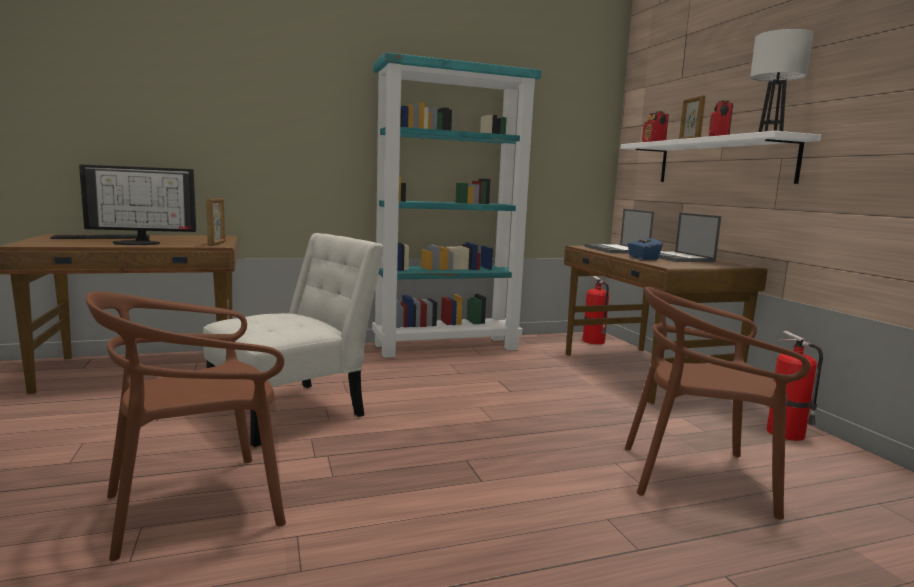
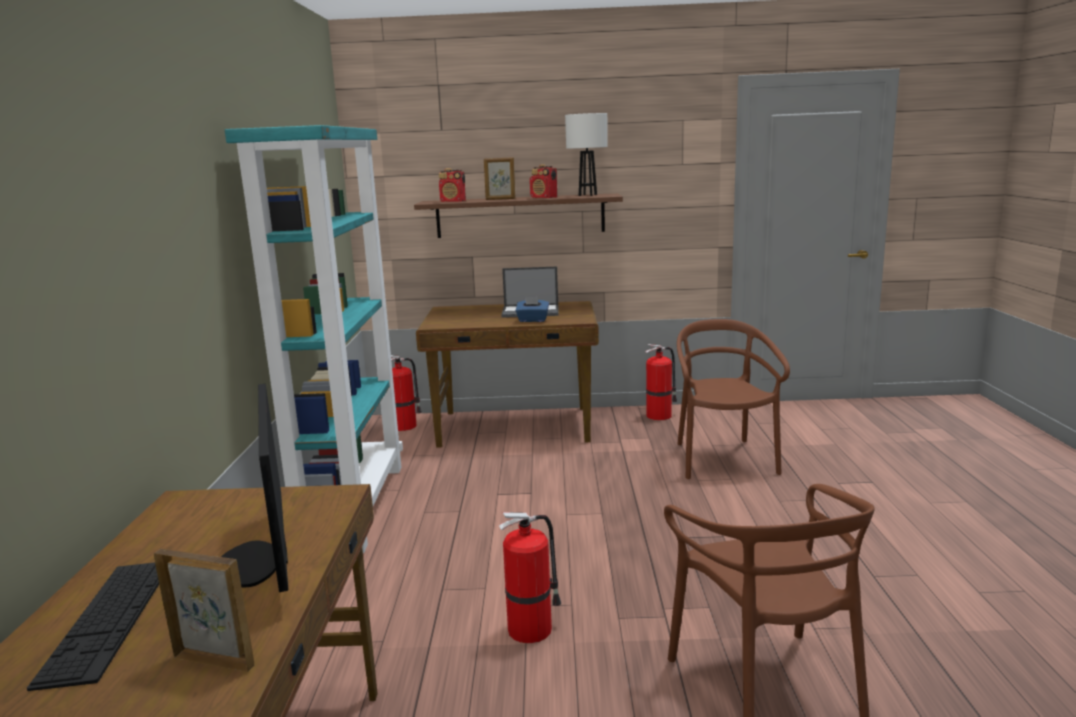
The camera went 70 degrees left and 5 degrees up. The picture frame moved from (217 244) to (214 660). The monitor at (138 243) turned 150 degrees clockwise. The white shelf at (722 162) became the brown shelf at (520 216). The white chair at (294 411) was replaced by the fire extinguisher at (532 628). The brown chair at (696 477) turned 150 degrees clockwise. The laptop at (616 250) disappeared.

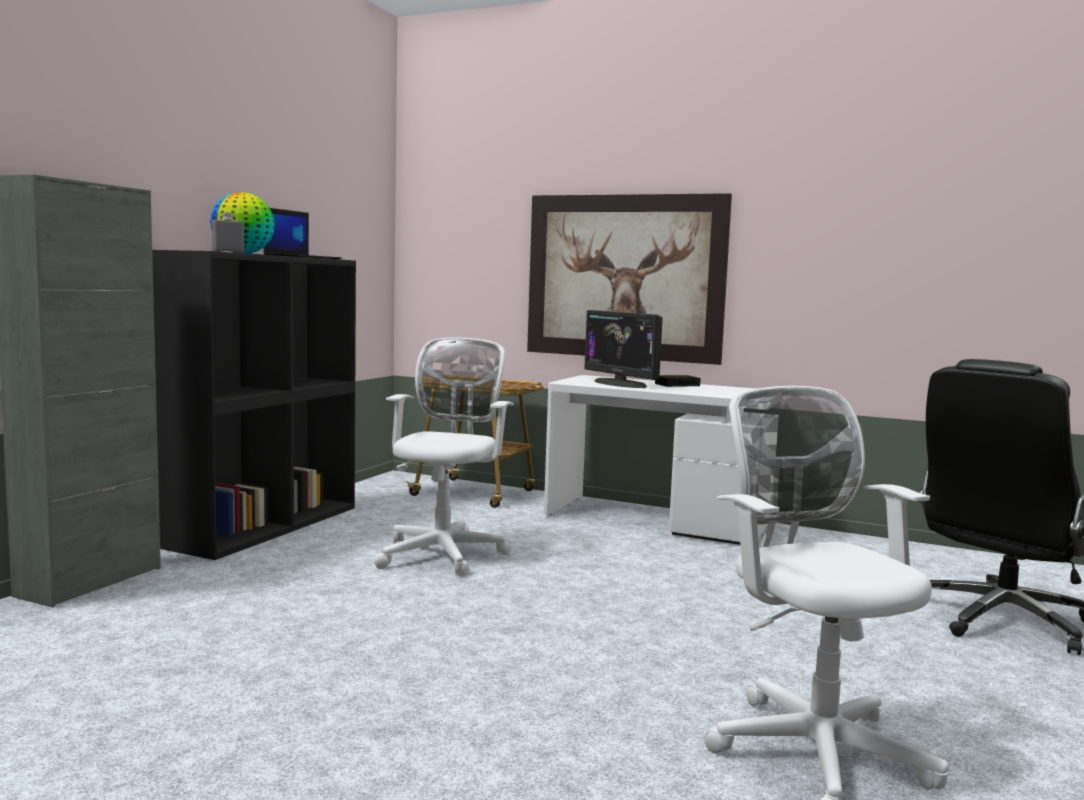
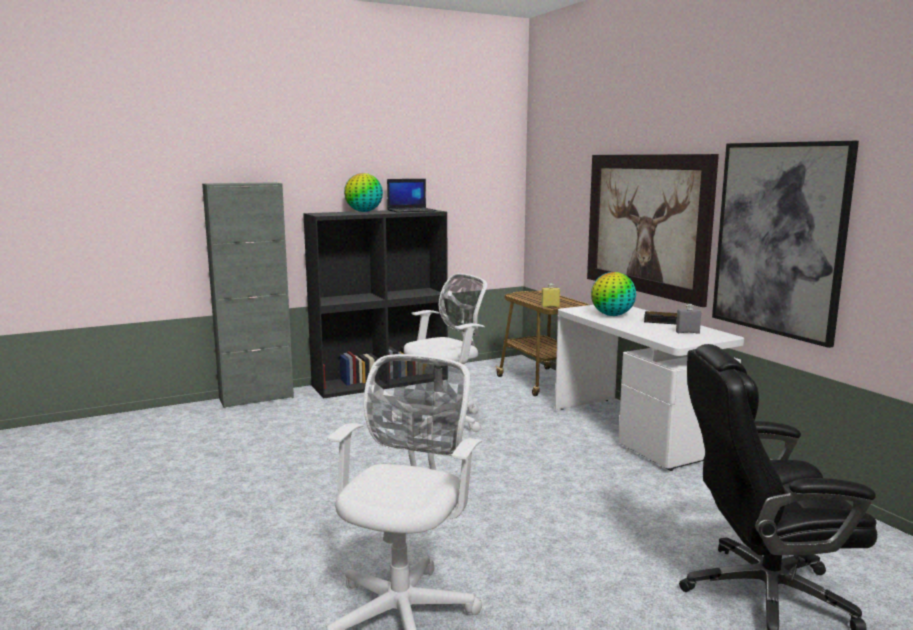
The camera went 40 degrees right and 5 degrees up. The yellow bottle at (550 306) appeared. The monitor at (620 384) was replaced by the globe at (612 315). The grey bottle moved from (228 252) to (687 332). The picture at (779 239) appeared.

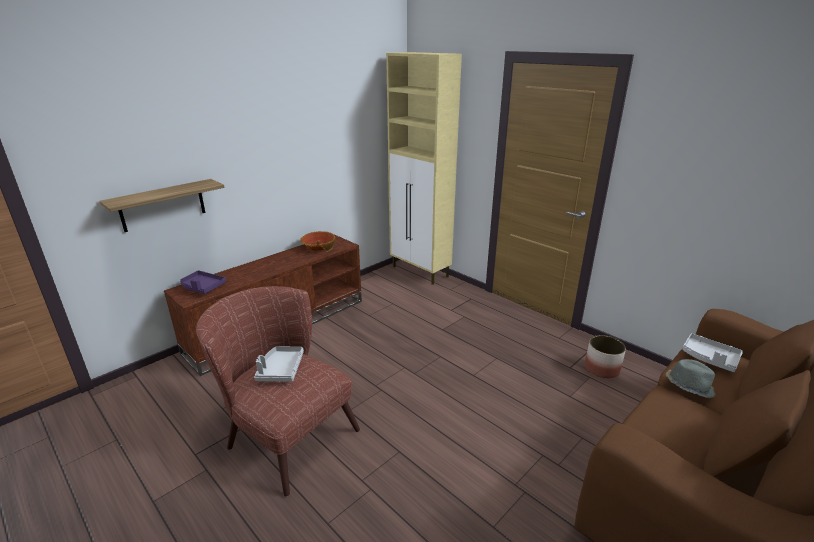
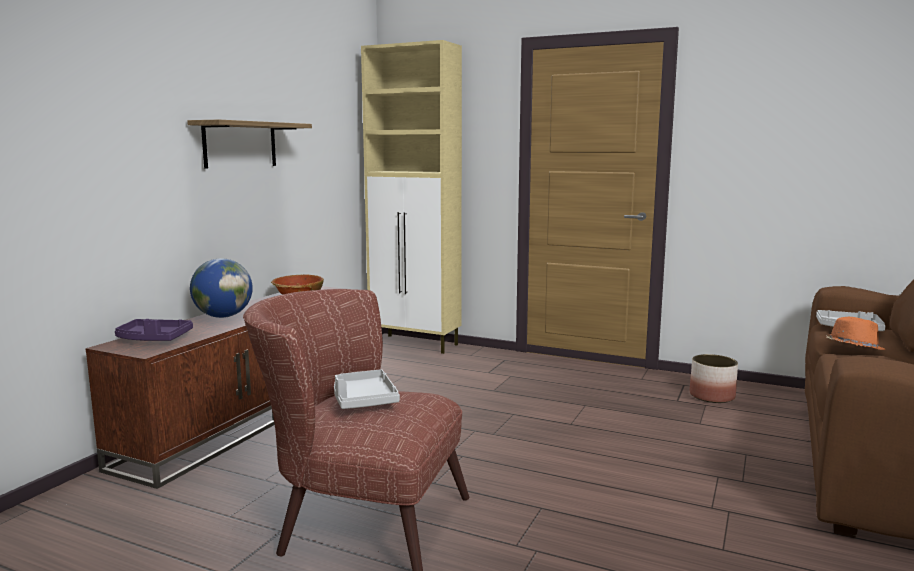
The camera went 20 degrees left and 15 degrees down. The shelf moved from (162 205) to (240 144). The globe at (223 316) appeared. The grey hat at (688 386) became the orange hat at (853 348).

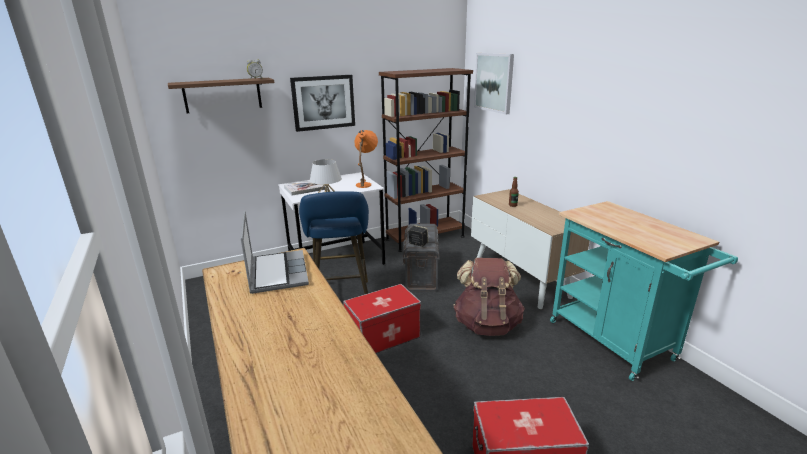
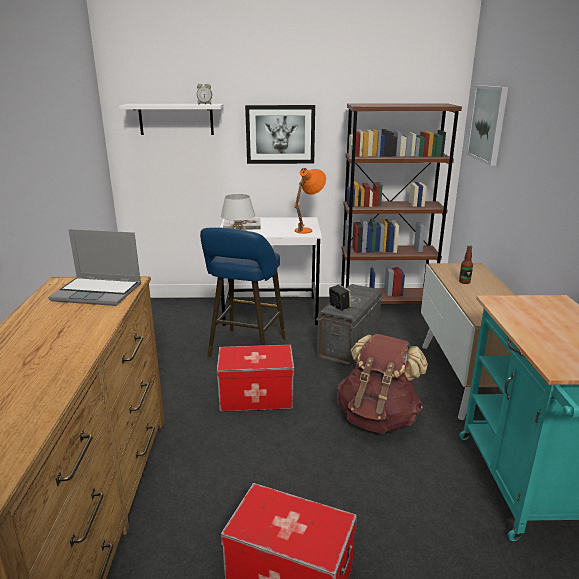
The camera went 25 degrees right and 0 degrees up. The laptop at (277 272) turned 90 degrees clockwise. The brown shelf at (223 95) became the white shelf at (176 119).

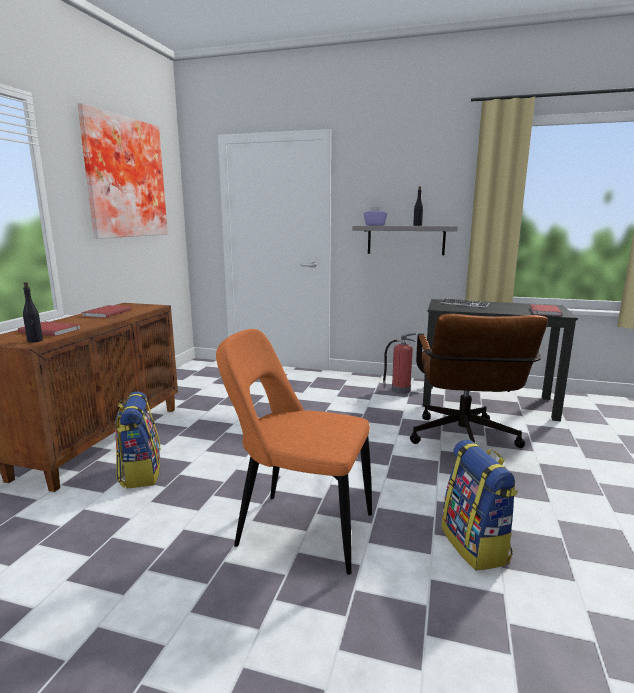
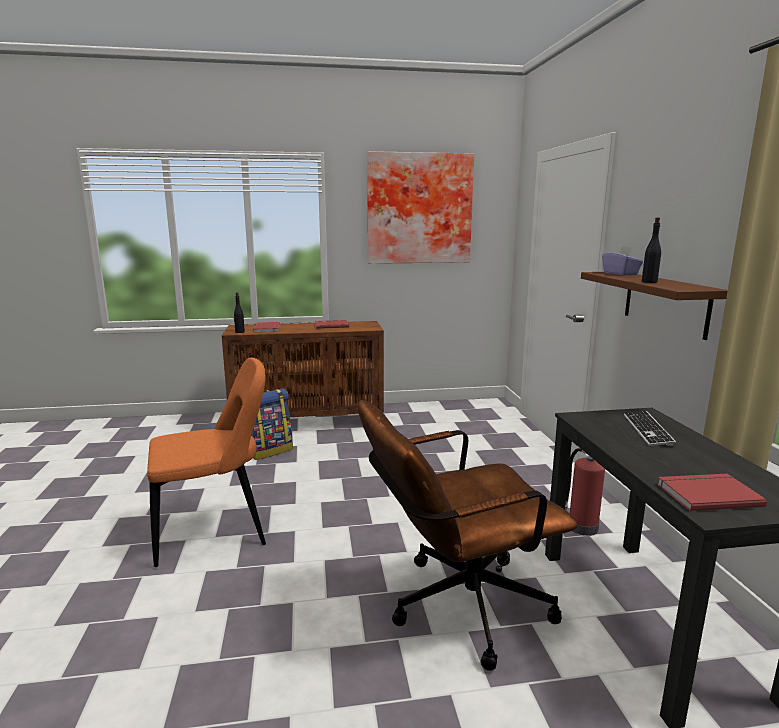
The camera went 65 degrees right and 0 degrees up. The orange chair at (299 529) turned 75 degrees clockwise. The grey shelf at (406 240) became the brown shelf at (665 303). The backpack at (476 545) disappeared.

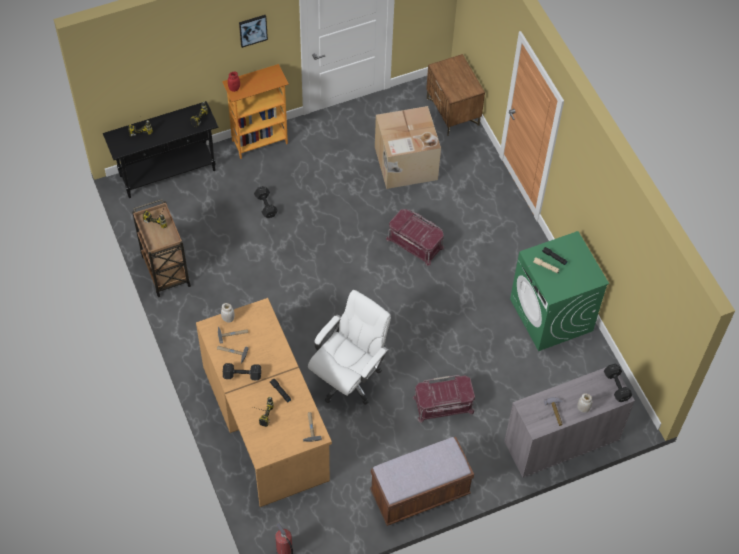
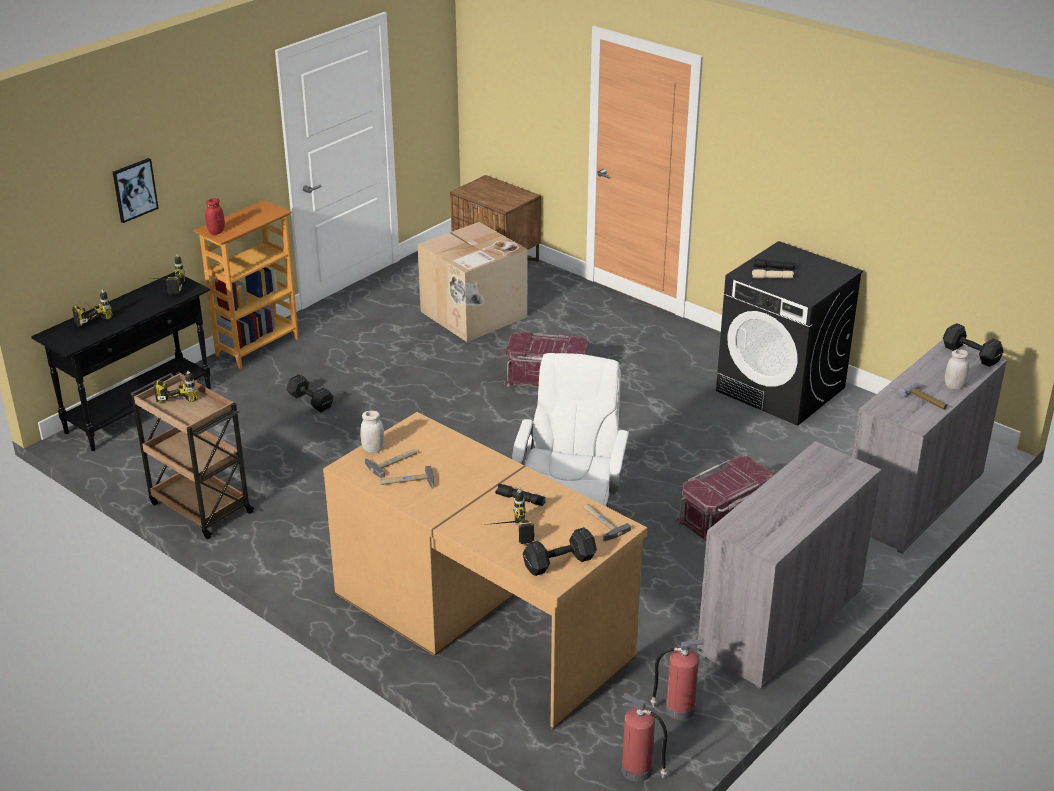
The camera went 25 degrees left and 25 degrees down. The picture moved from (253 30) to (134 189). The black dumbbell moved from (243 375) to (561 562). The fire extinguisher at (678 709) appeared. The brown bench at (420 493) was replaced by the grey cabinet at (780 622). The green washing machine at (551 315) became the black washing machine at (781 389).

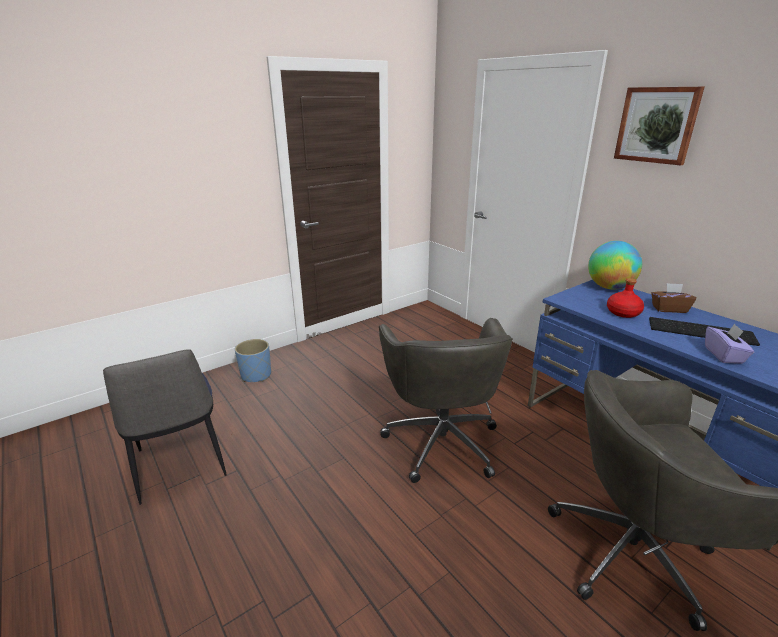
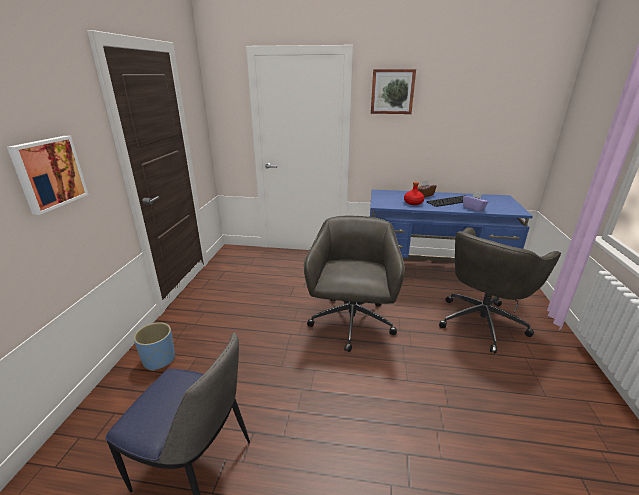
The camera went 45 degrees left and 0 degrees up. The picture at (48 173) appeared. The grey office chair at (441 440) turned 120 degrees counterclockwise. The globe at (609 287) disappeared.

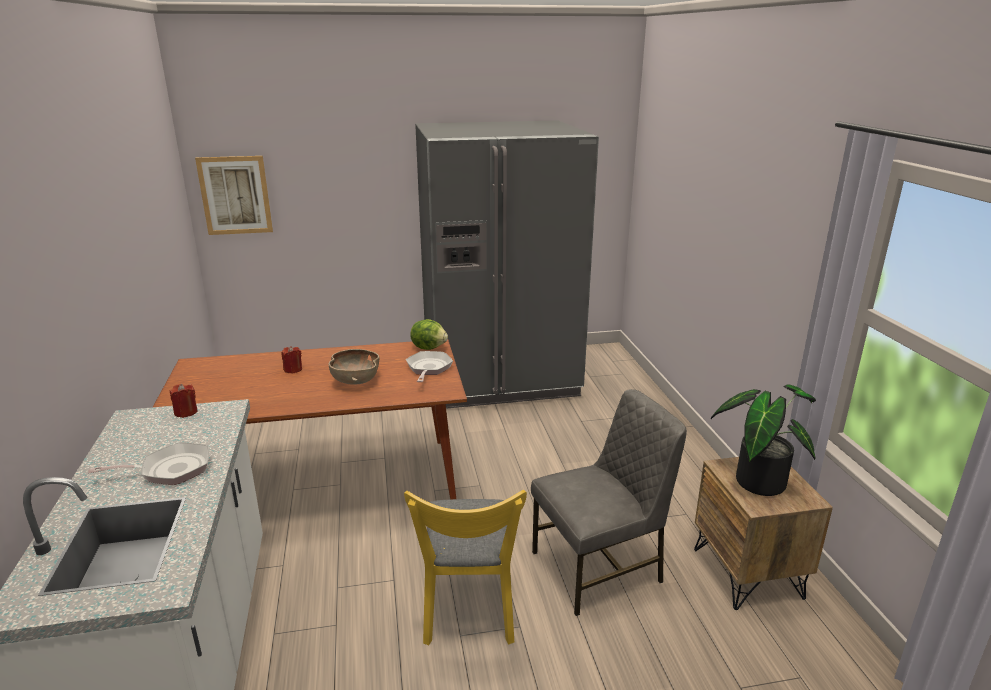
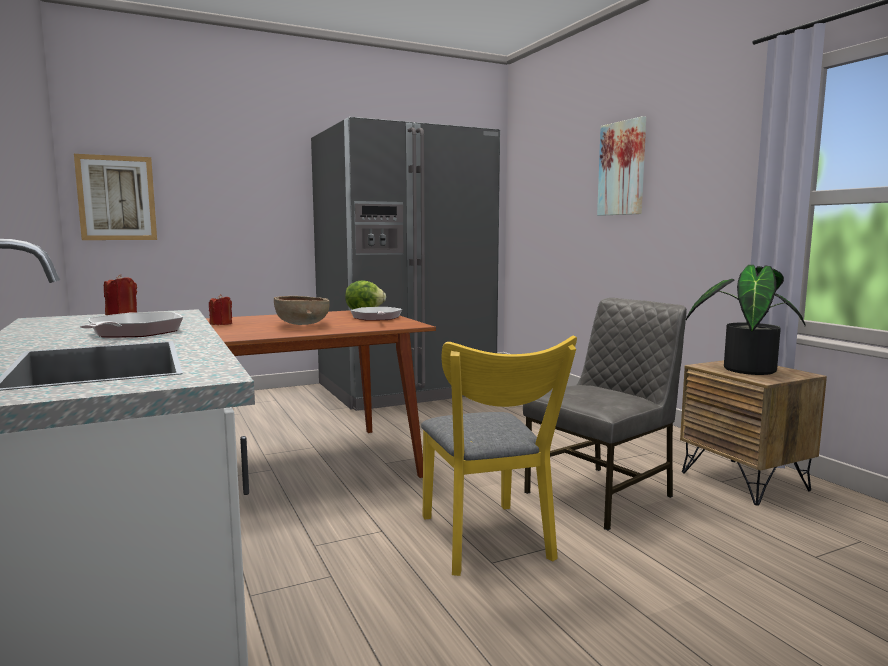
The camera went 15 degrees left and 15 degrees down. The frying pan at (170 470) turned 60 degrees counterclockwise. The picture at (622 168) appeared.

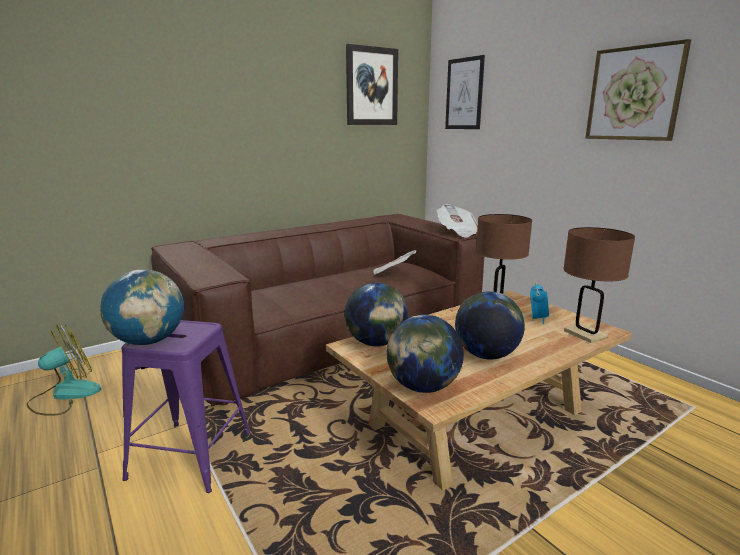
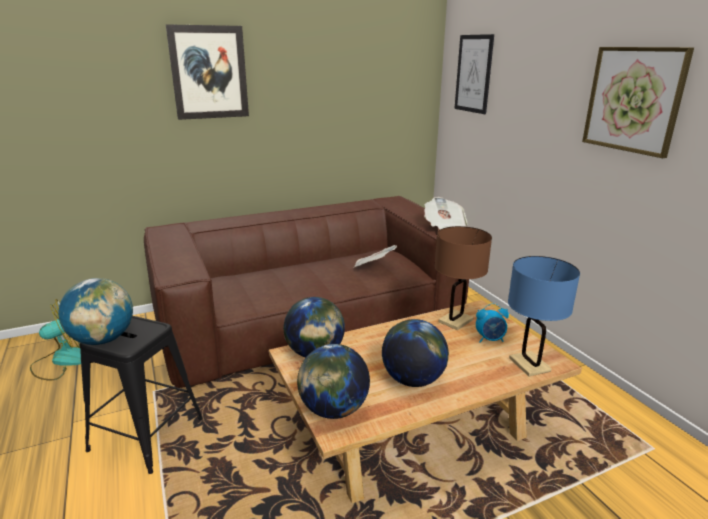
The camera went 10 degrees right and 5 degrees up. The purple stool at (190 455) became the black stool at (146 435). The picture moved from (371 86) to (209 72). The alarm clock at (537 318) turned 60 degrees clockwise. The brown table lamp at (585 334) became the blue table lamp at (529 364).

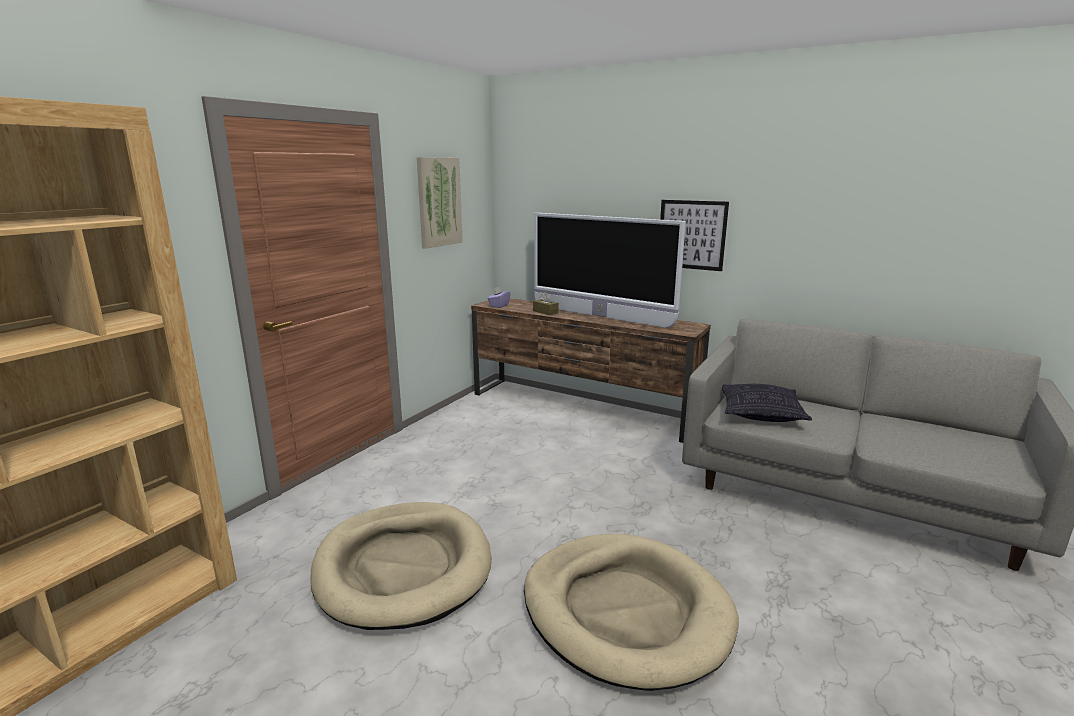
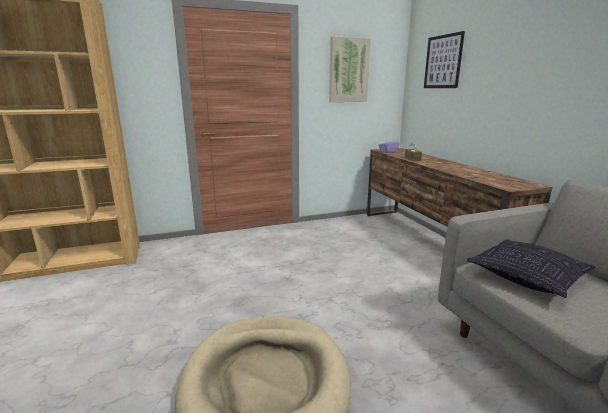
The camera went 40 degrees right and 0 degrees up. The picture moved from (691 235) to (443 62). The beige dog bed at (403 567) disappeared. The television at (600 316) disappeared.

